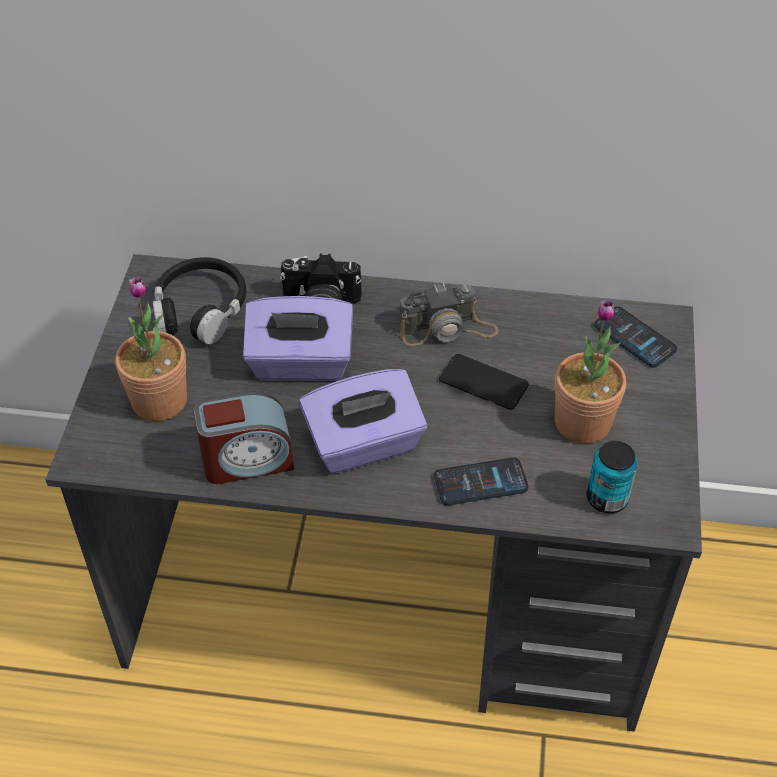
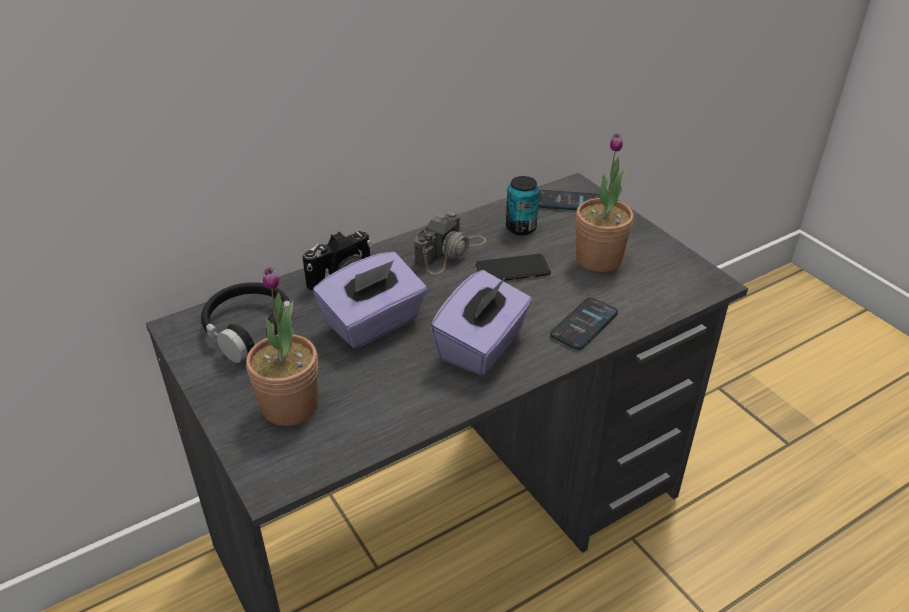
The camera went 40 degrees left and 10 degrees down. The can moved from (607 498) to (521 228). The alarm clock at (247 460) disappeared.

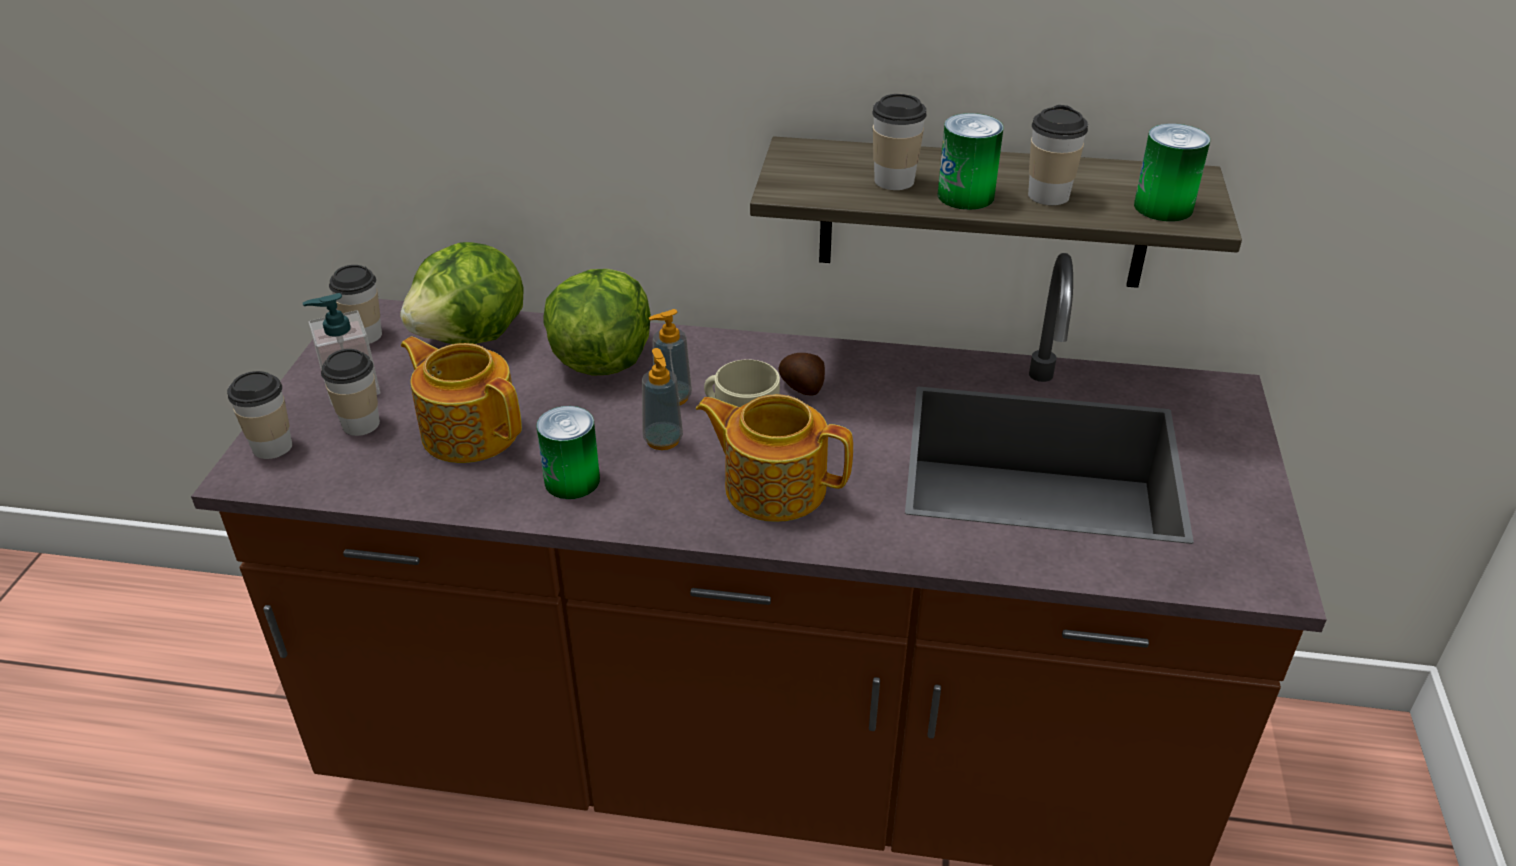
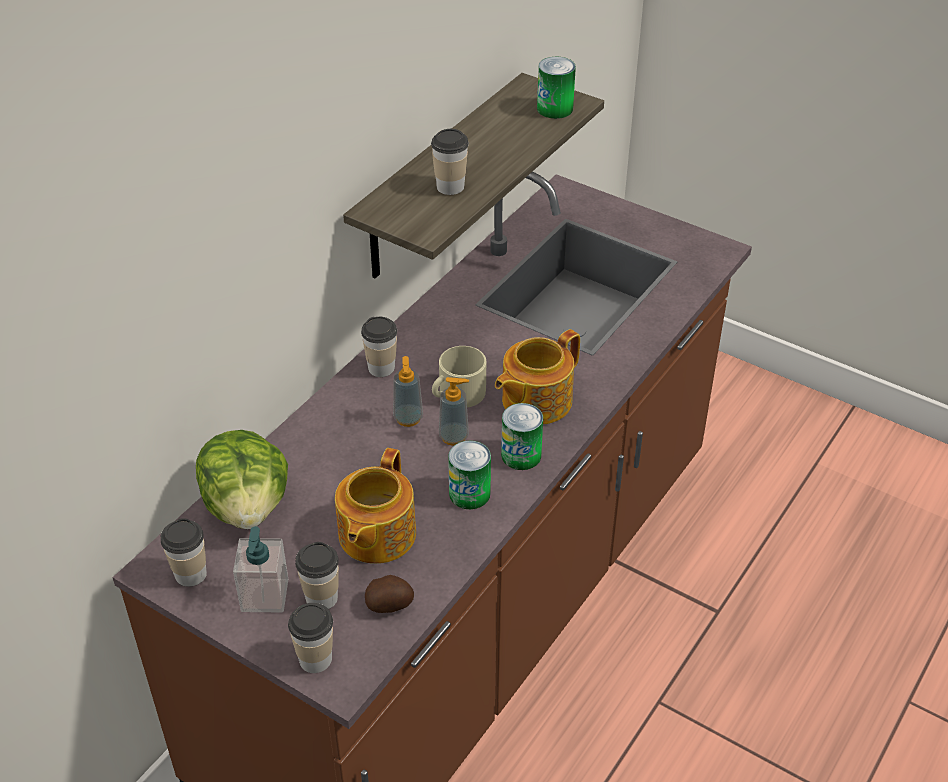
The camera went 65 degrees left and 5 degrees up. The teapot at (469 431) turned 45 degrees counterclockwise. The cup moved from (1048 195) to (381 368). The potato moved from (803 388) to (390 605). The can moved from (965 196) to (521 455). The lettuce at (602 360) disappeared.

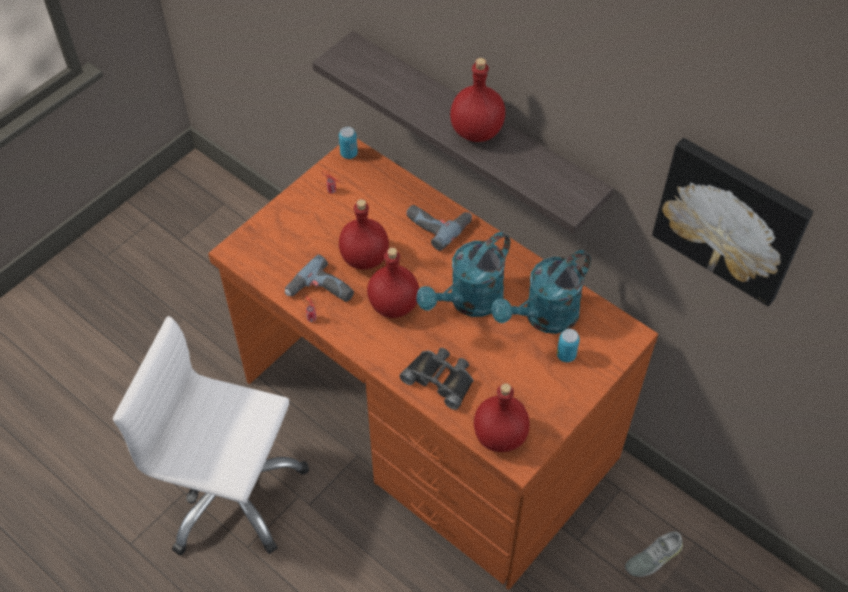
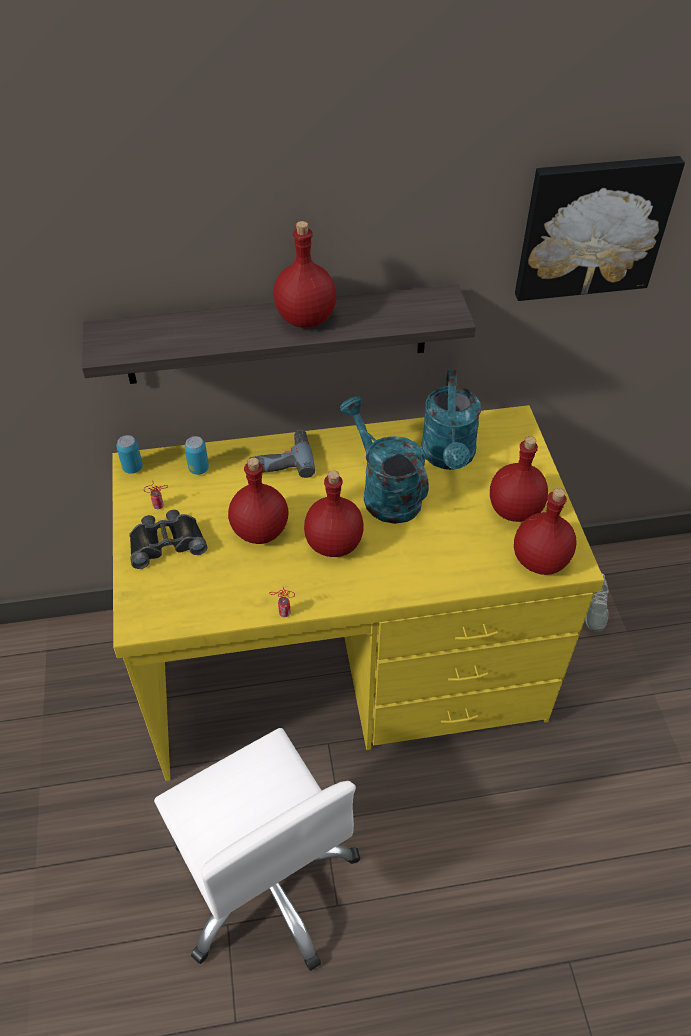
The camera went 50 degrees left and 5 degrees down. The brown desk at (428 421) became the yellow desk at (346 666). The black binoculars moved from (440 379) to (166 542). The white office chair at (230 492) turned 90 degrees counterclockwise. The can moved from (566 355) to (198 468). The turquoise watering can at (469 302) turned 150 degrees clockwise. The red bottle at (515 510) appeared. The power drill at (320 292) disappeared.

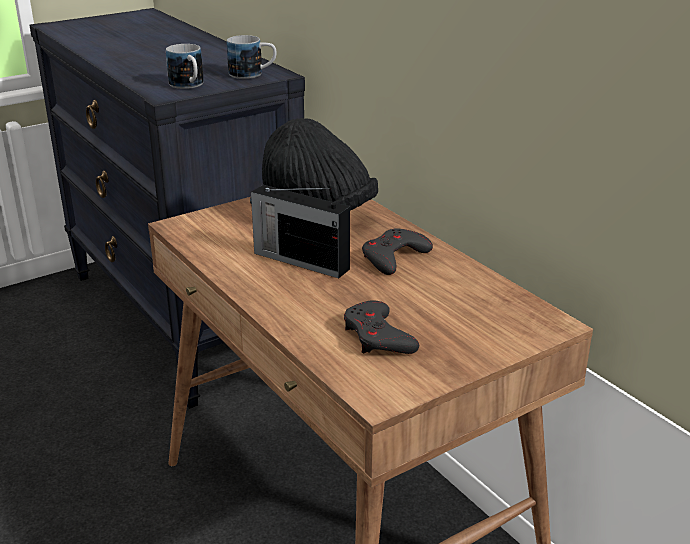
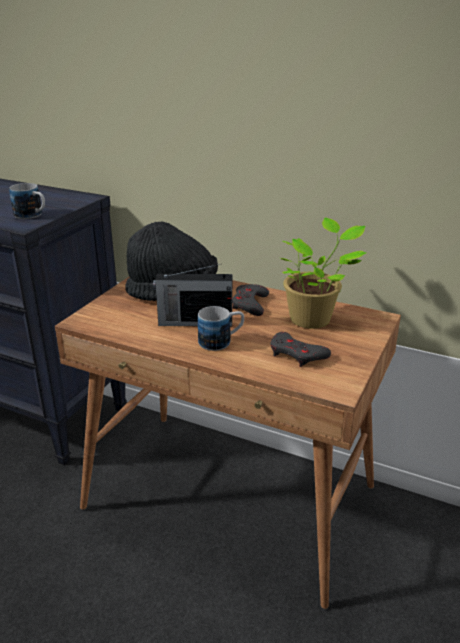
The camera went 30 degrees left and 0 degrees up. The mug moved from (253 74) to (221 341). The potted plant at (313 319) appeared.

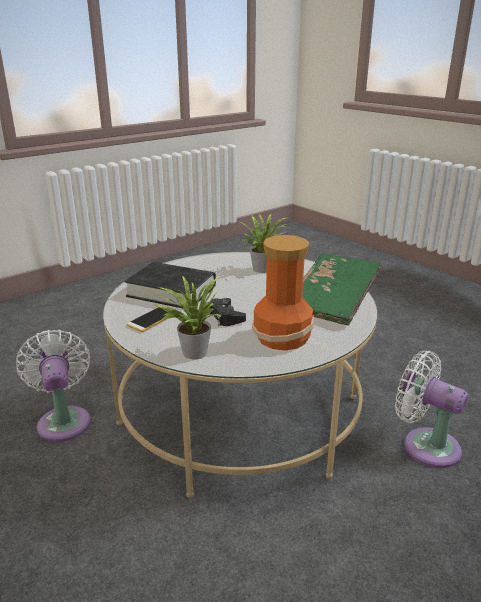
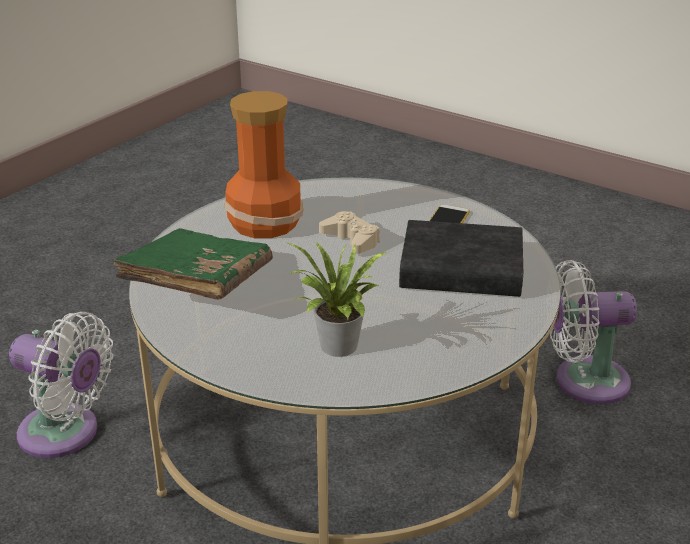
The camera went 165 degrees right and 5 degrees up. The black game controller at (225 317) became the beige game controller at (351 239). The white fan at (64 420) turned 120 degrees clockwise. The potted plant at (192 351) disappeared.

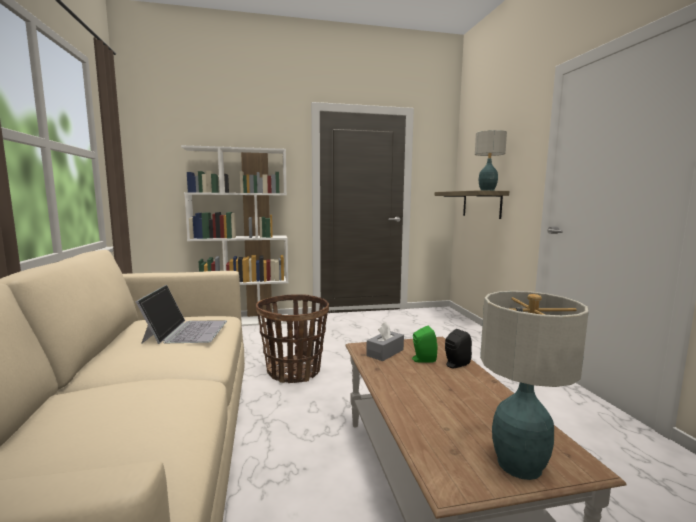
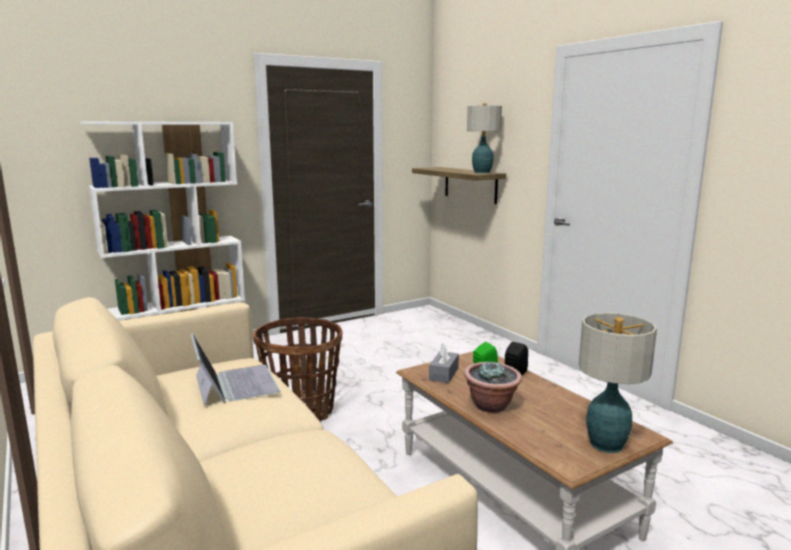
The camera went 20 degrees left and 5 degrees up. The potted plant at (491 406) appeared.

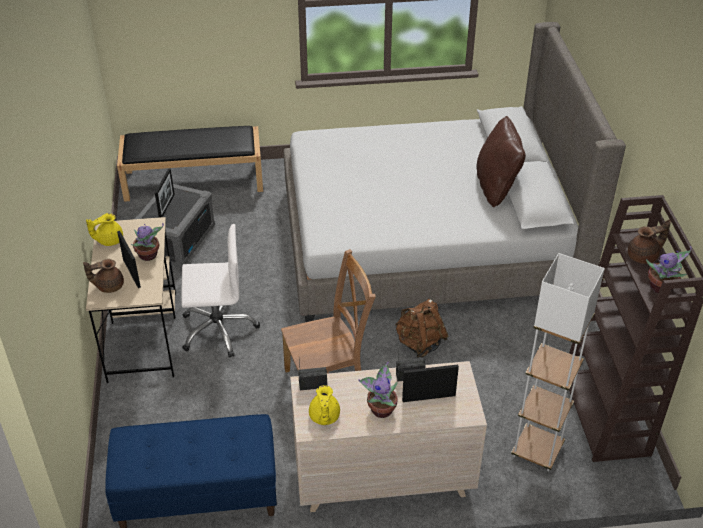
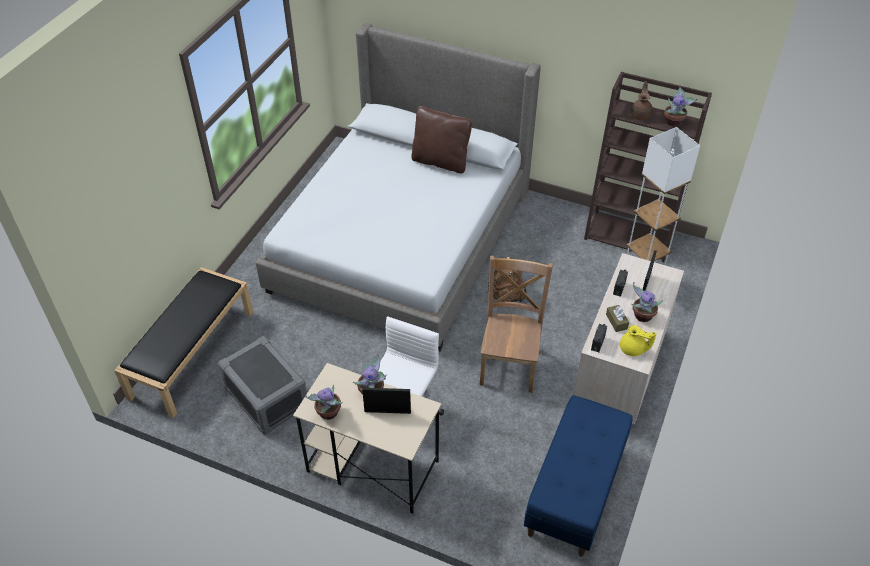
The camera went 60 degrees left and 5 degrees up. The yellow teapot at (109 240) was replaced by the potted plant at (328 413). The brown tissue box at (616 321) appeared. The brown teapot at (108 286) disappeared. The picture frame at (166 206) disappeared.

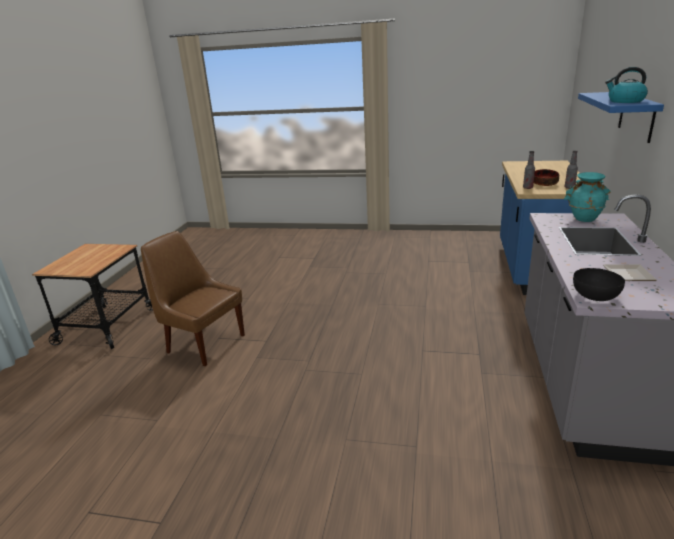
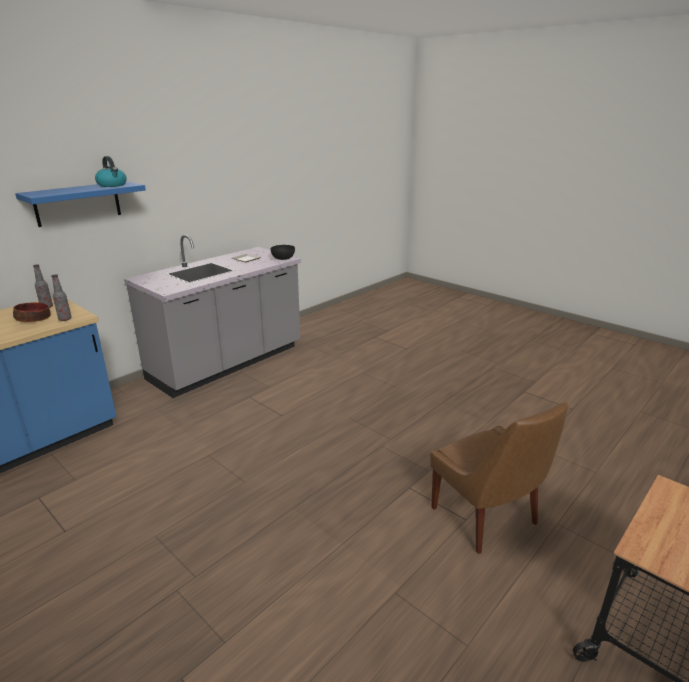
The camera went 150 degrees left and 0 degrees up. The turquoise vase at (584 218) disappeared.

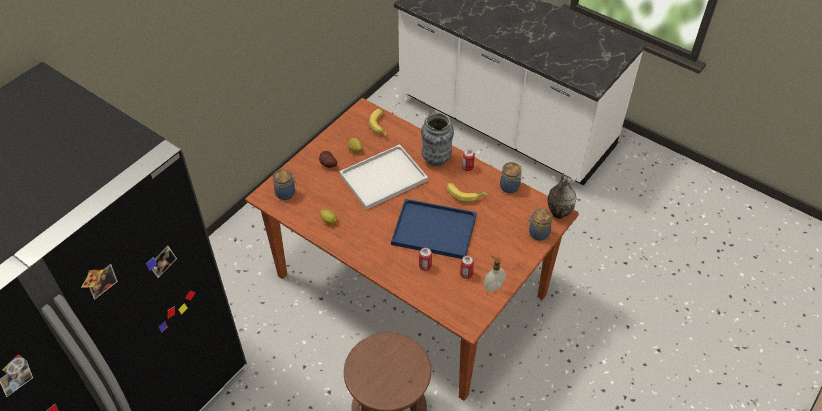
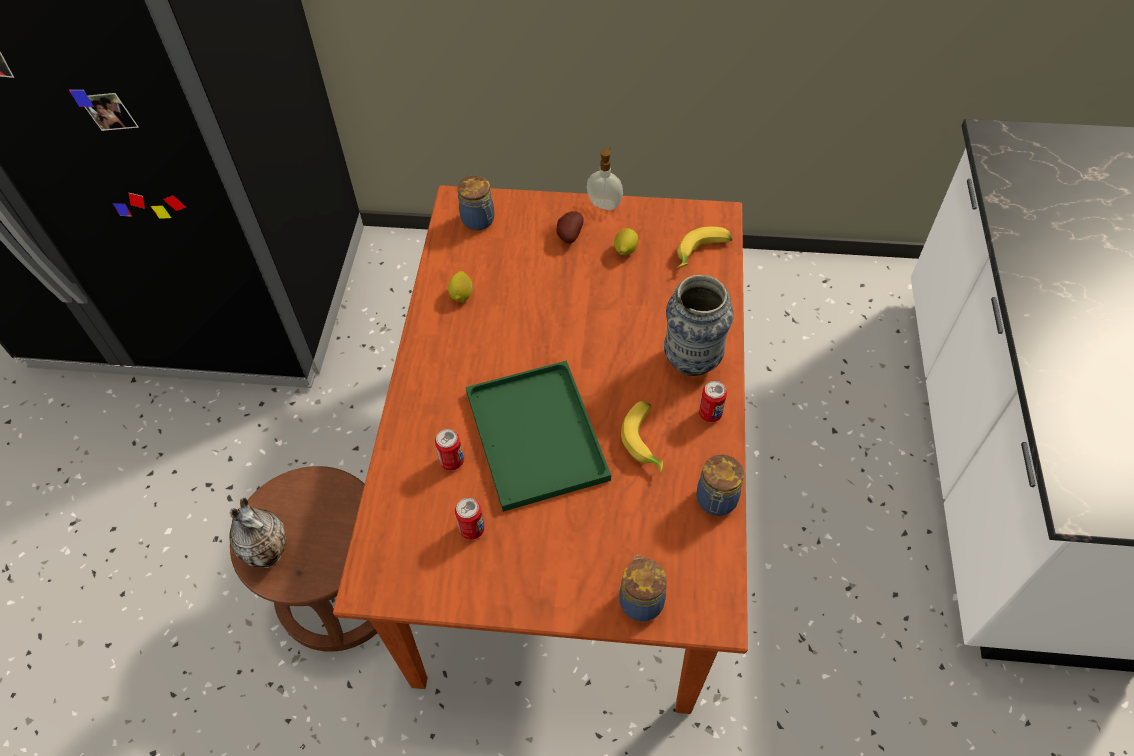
The camera went 60 degrees right and 5 degrees up. The vase moved from (557 213) to (270 553). The blue tray at (432 230) became the green tray at (533 433). The soap dispenser moved from (493 286) to (604 204). The white tray at (384 176) disappeared.

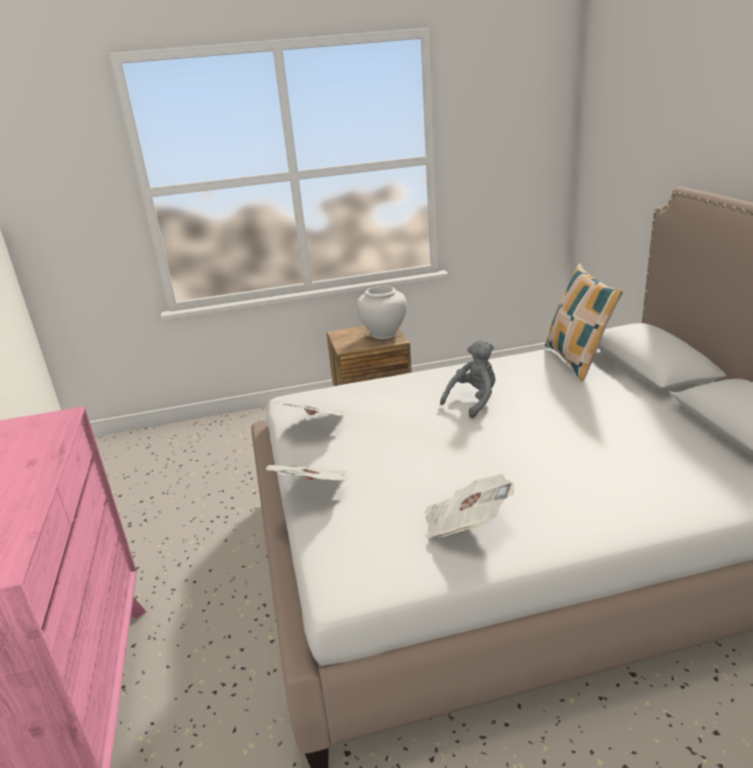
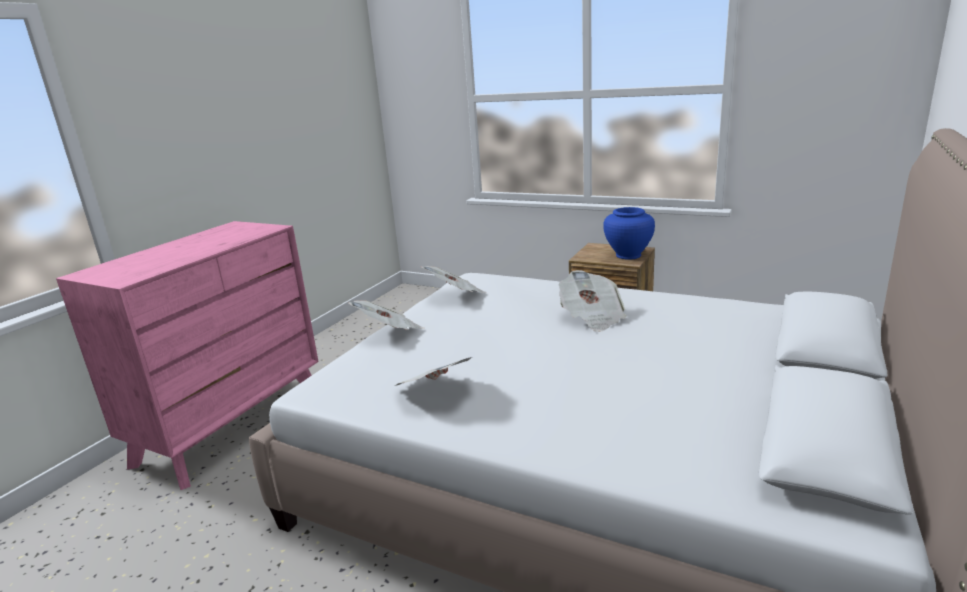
The camera went 40 degrees right and 5 degrees down. The grey plush toy at (473 401) was replaced by the newspaper at (592 317). The white vase at (384 334) became the blue vase at (628 255). The pillow at (576 361) disappeared.

